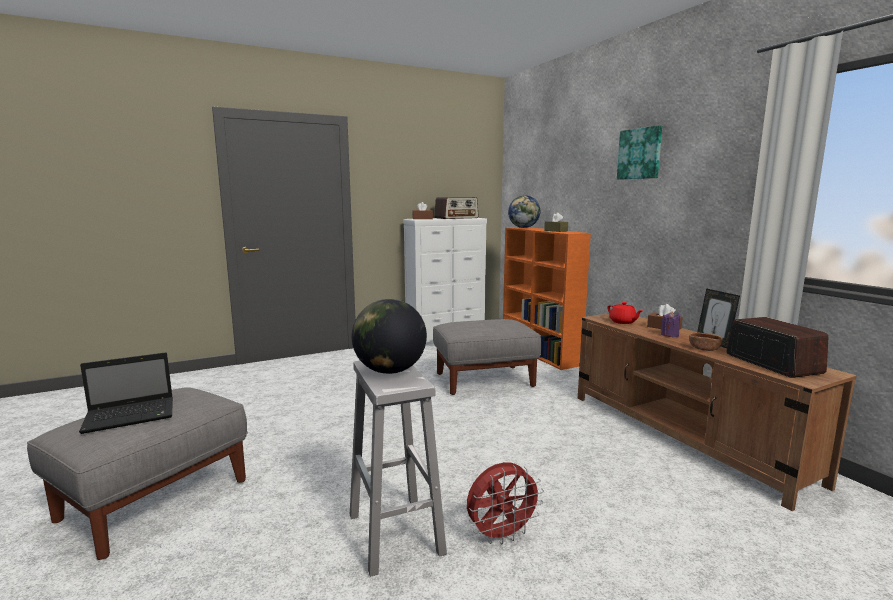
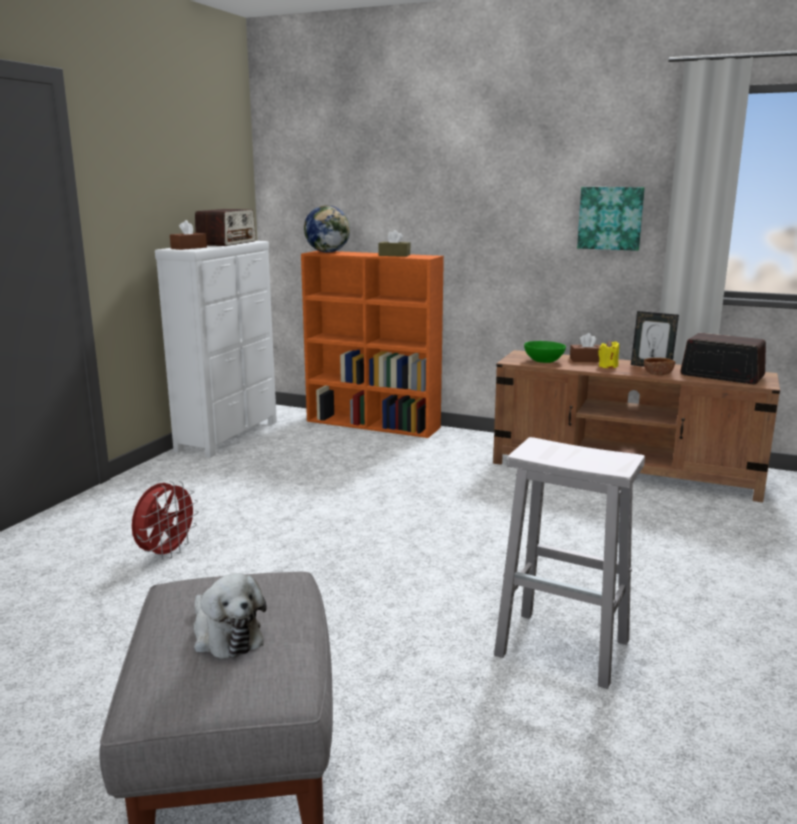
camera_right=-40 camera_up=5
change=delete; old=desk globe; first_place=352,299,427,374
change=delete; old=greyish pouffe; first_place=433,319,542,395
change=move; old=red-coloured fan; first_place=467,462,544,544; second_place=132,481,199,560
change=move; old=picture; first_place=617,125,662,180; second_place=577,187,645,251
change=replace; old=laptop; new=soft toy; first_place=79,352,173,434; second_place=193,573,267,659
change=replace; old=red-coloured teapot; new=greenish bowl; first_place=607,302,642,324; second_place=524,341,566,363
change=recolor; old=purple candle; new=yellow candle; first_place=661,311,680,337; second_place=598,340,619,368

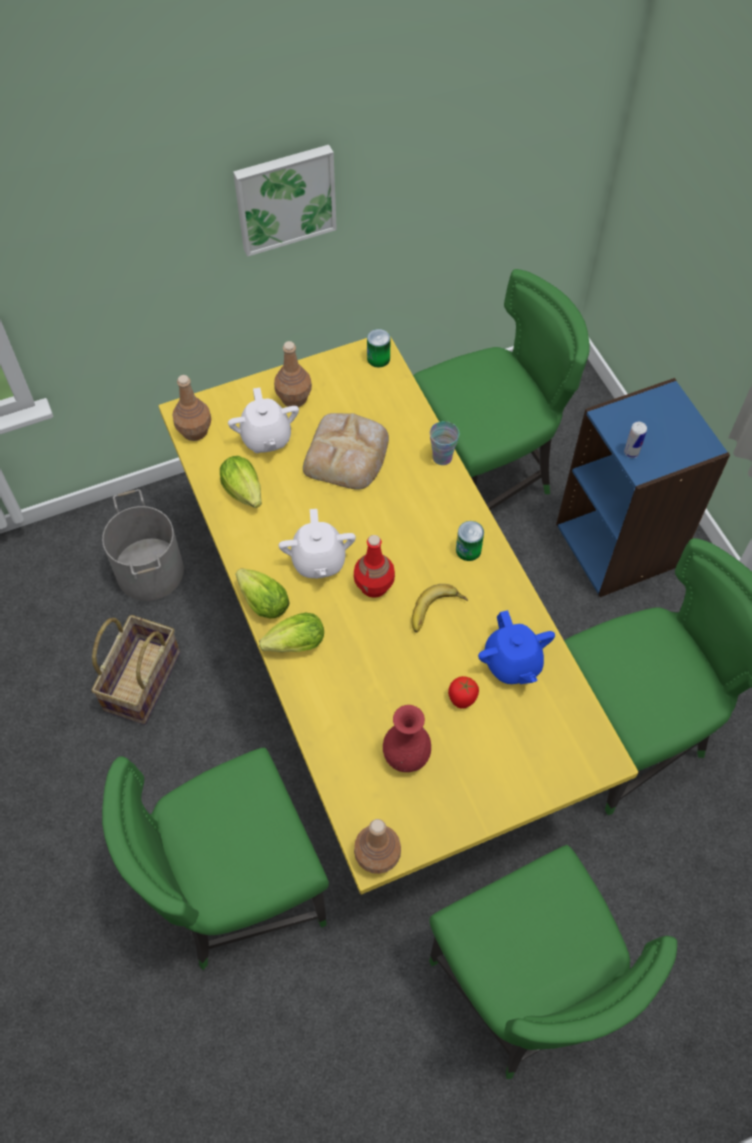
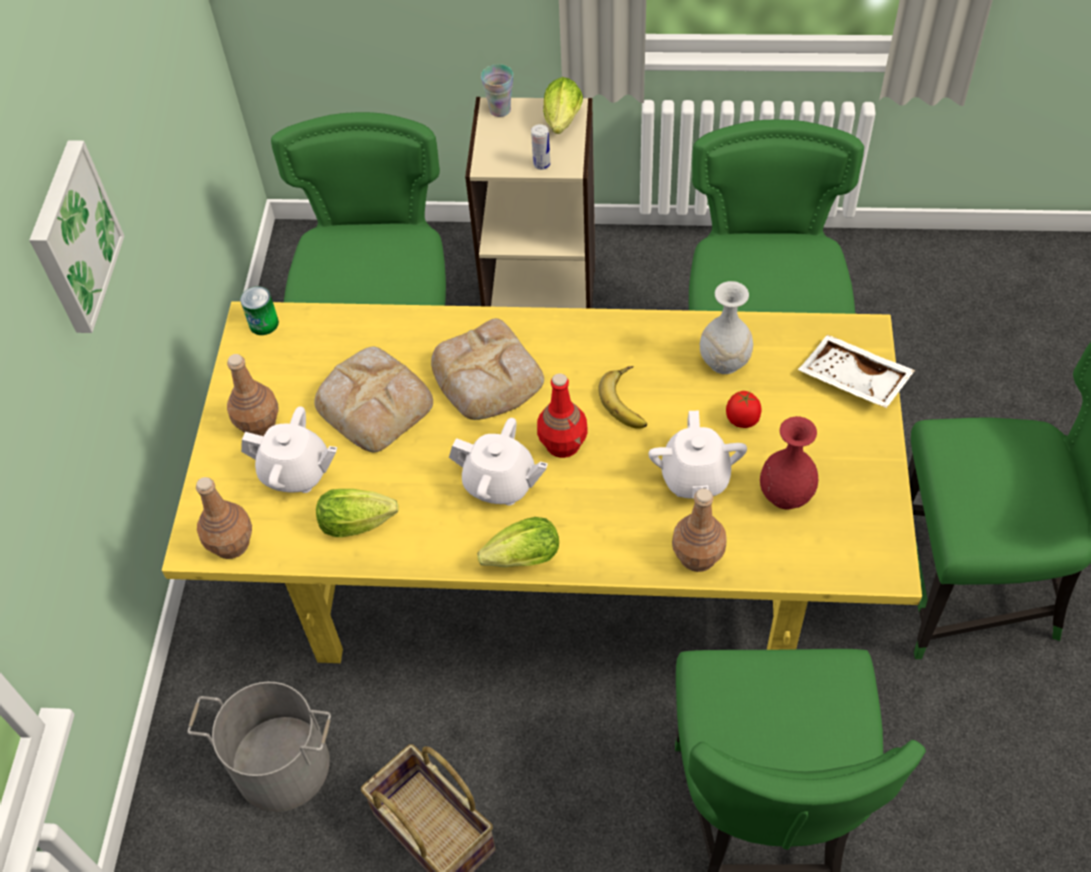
camera_right=-60 camera_up=-5
change=delete; old=can; first_place=456,521,484,561
change=insert; new=bread; second_place=431,318,544,420
change=insert; new=white teapot; second_place=648,411,747,499
change=insert; new=white tray; second_place=798,335,915,408
change=move; old=lettuce head; first_place=259,613,324,652; second_place=543,77,583,134
change=move; old=brown-coloured beverage bottle; first_place=354,819,401,874; second_place=672,489,727,572
change=move; old=drinking cup; first_place=430,421,459,465; second_place=481,64,513,117
change=replace; old=bluish teapot; new=white decorative vase; first_place=478,610,555,684; second_place=700,281,753,374
change=recolor; old=bluish bookshelf; new=beige bookshelf; first_place=556,378,730,597; second_place=465,97,595,309

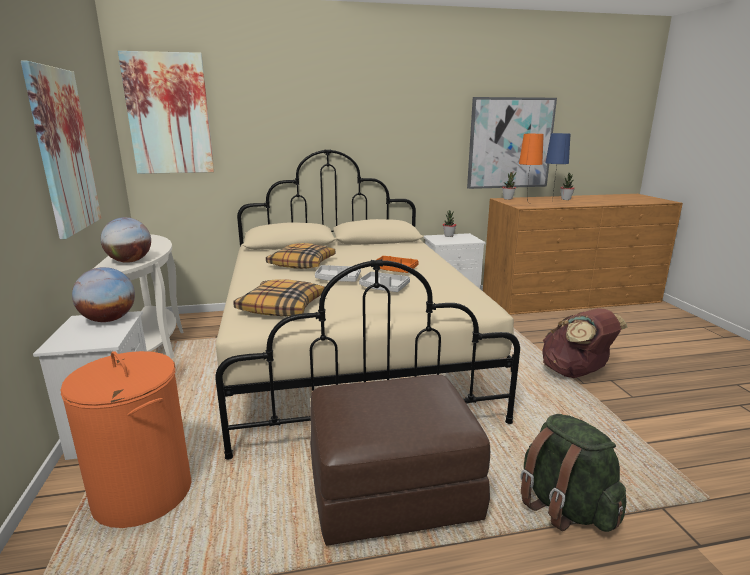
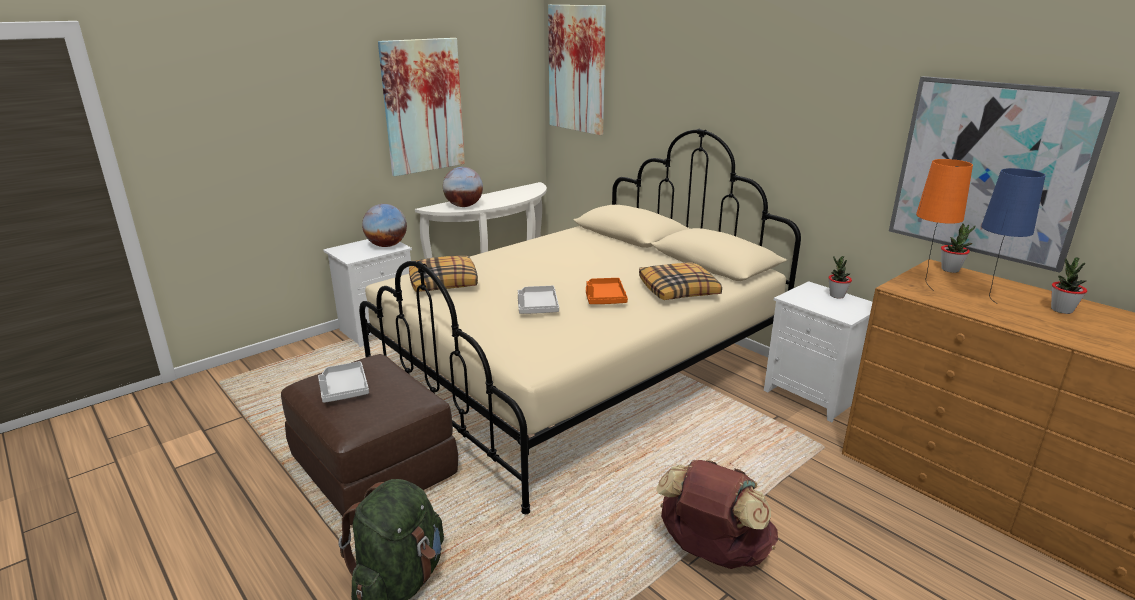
camera_right=60 camera_up=5
change=delete; old=orange laundry basket; first_place=60,351,192,528
change=move; old=cushion; first_place=266,243,335,269; second_place=639,262,722,300
change=move; old=greyish tray; first_place=315,265,361,282; second_place=318,361,369,403

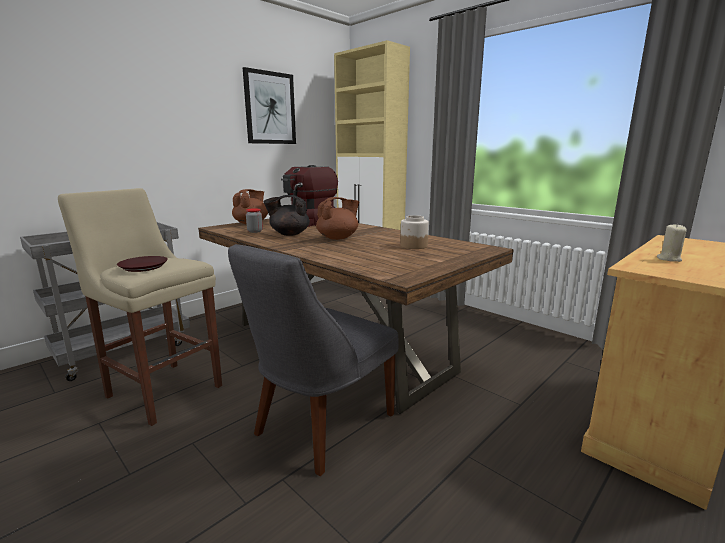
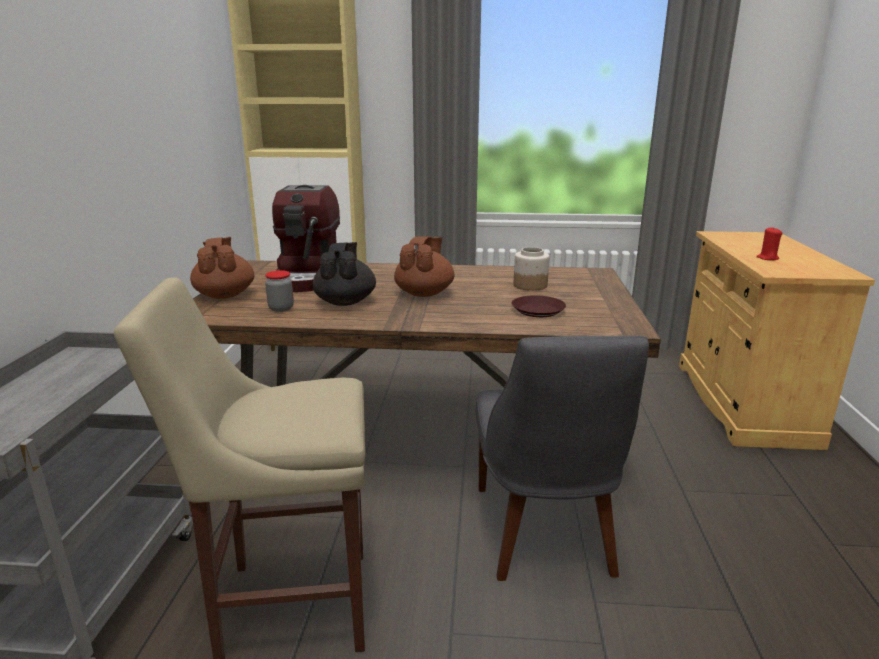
camera_right=-40 camera_up=5
change=delete; old=picture; first_place=243,67,296,144
change=move; old=brown-coloured dinner plate; first_place=117,256,168,272; second_place=512,295,566,317
change=recolor; old=beige candle; new=red-coloured candle; first_place=657,224,687,262; second_place=756,228,783,260
change=rotate; old=black-coloured teapot; first_place=264,195,310,236; second_place=313,242,376,306; degrees=135

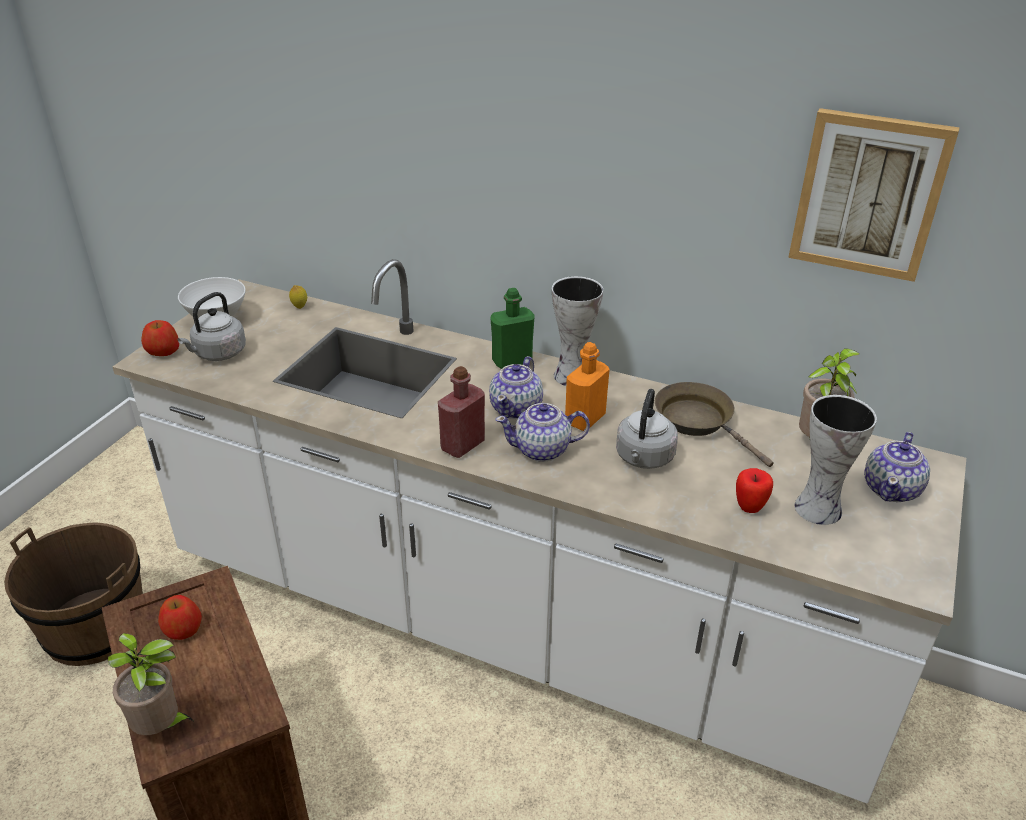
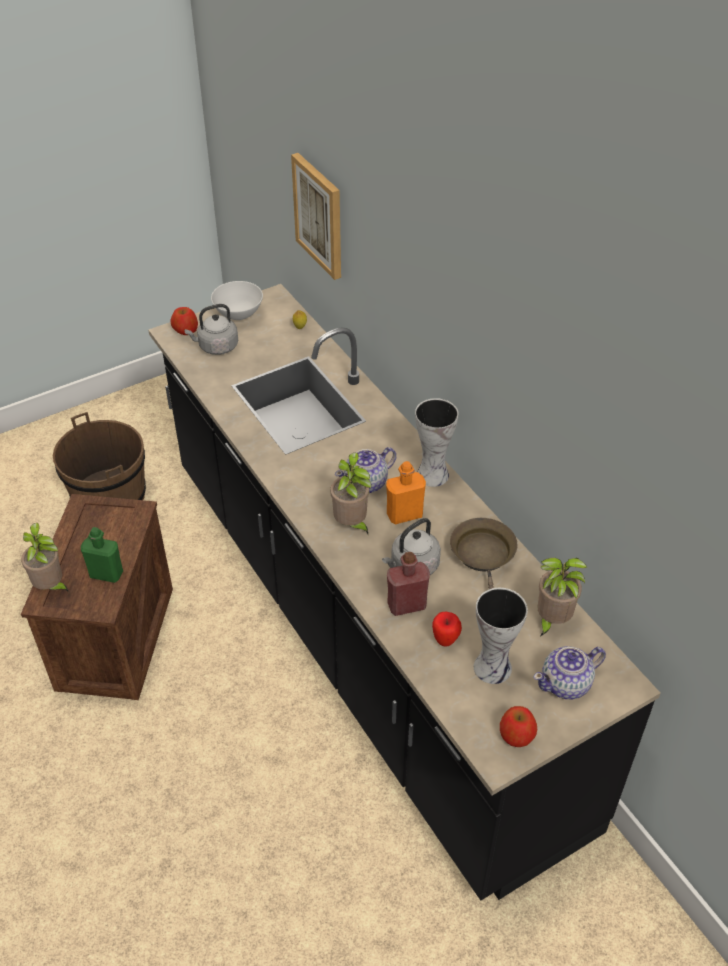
camera_right=35 camera_up=10
change=move; old=apple; first_place=158,595,202,640; second_place=500,706,537,747
change=move; old=red-coloured beverage bottle; first_place=438,366,485,458; second_place=387,552,430,616
change=move; old=greenish beverage bottle; first_place=490,288,534,369; second_place=81,527,123,583
change=move; old=picture; first_place=788,108,959,282; second_place=291,153,341,280
change=replace; old=teapot; new=houseplant; first_place=495,403,590,462; second_place=330,453,371,534
change=recolor; old=white kitchen counter; new=black-coloured kitchen counter; first_place=113,259,966,804; second_place=148,284,661,900

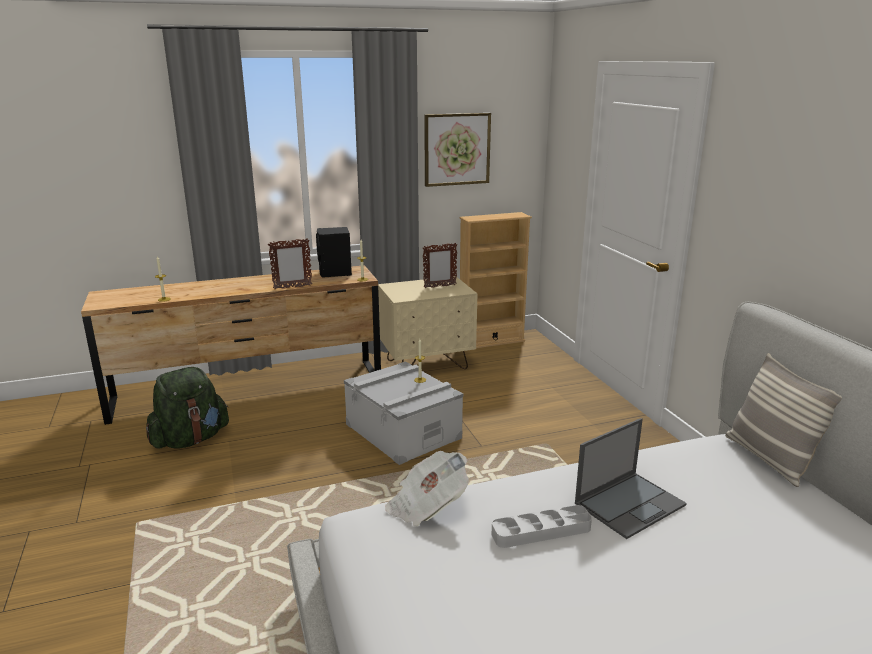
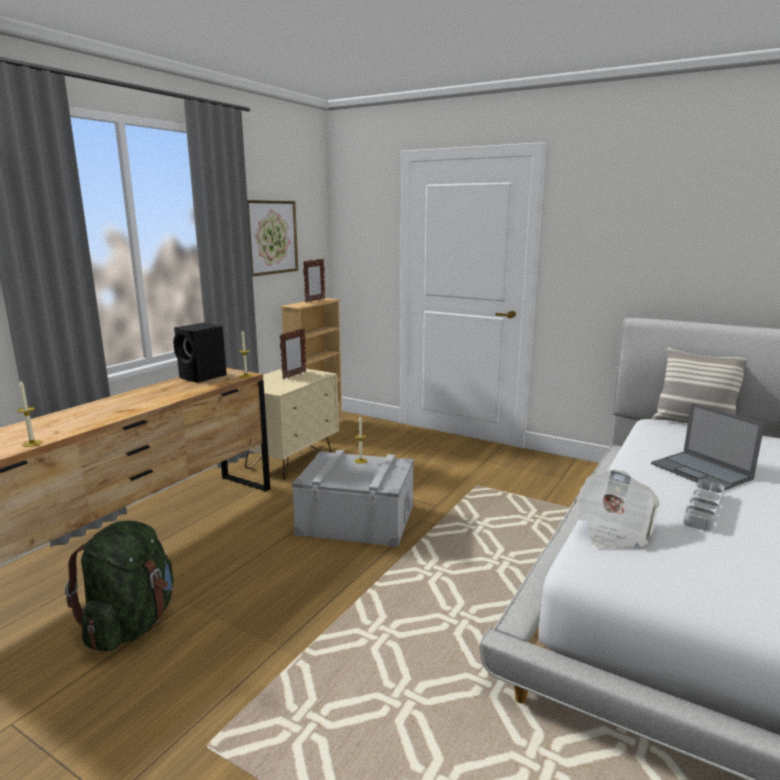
camera_right=-40 camera_up=-5
change=move; old=photo frame; first_place=268,238,312,289; second_place=303,258,325,303
change=rotate; old=laptop; first_place=575,418,687,539; second_place=651,403,764,490; degrees=135

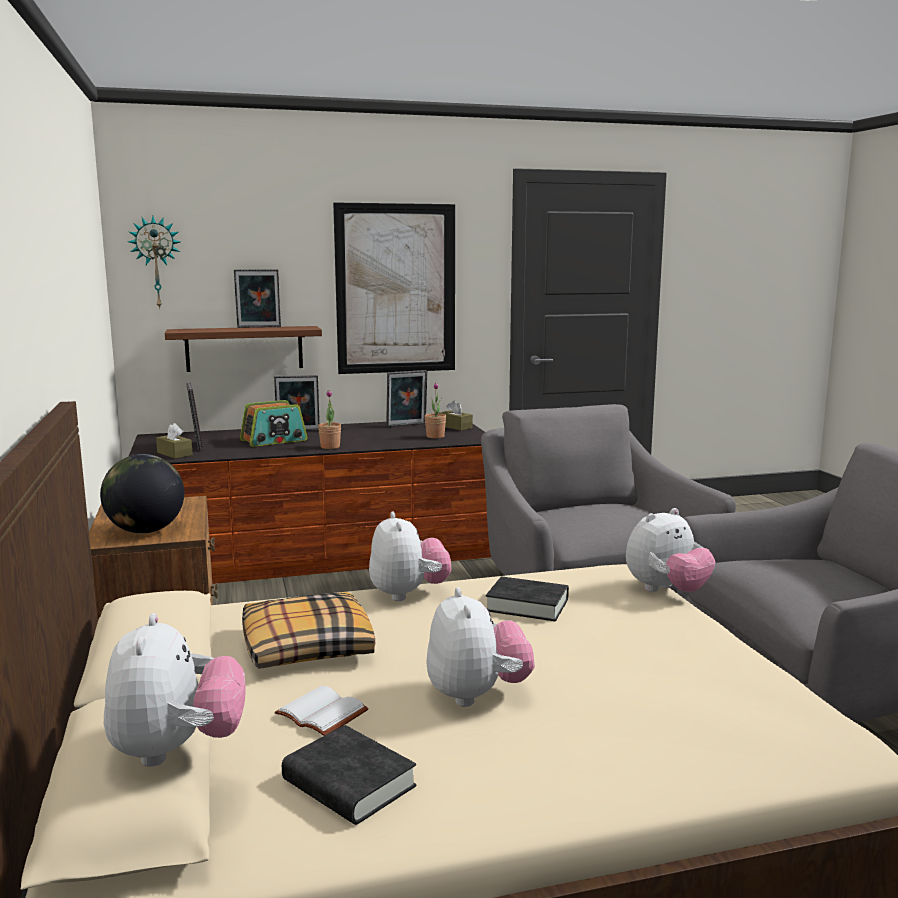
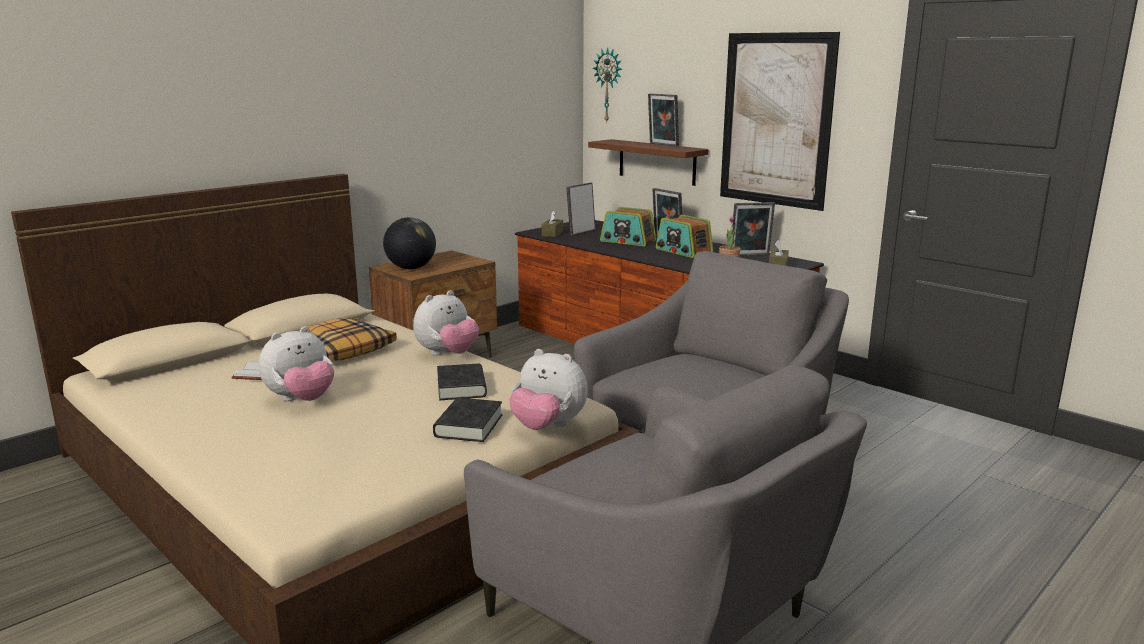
camera_right=60 camera_up=5
change=delete; old=soft toy; first_place=104,613,245,767
change=delete; old=houseplant; first_place=318,390,341,449
change=insert; new=radio receiver; second_place=656,215,713,258
change=move; old=black-coloured book; first_place=282,725,416,825; second_place=433,398,502,442
change=rotate; old=photo frame; first_place=386,370,427,427; second_place=732,202,775,256; degrees=-45

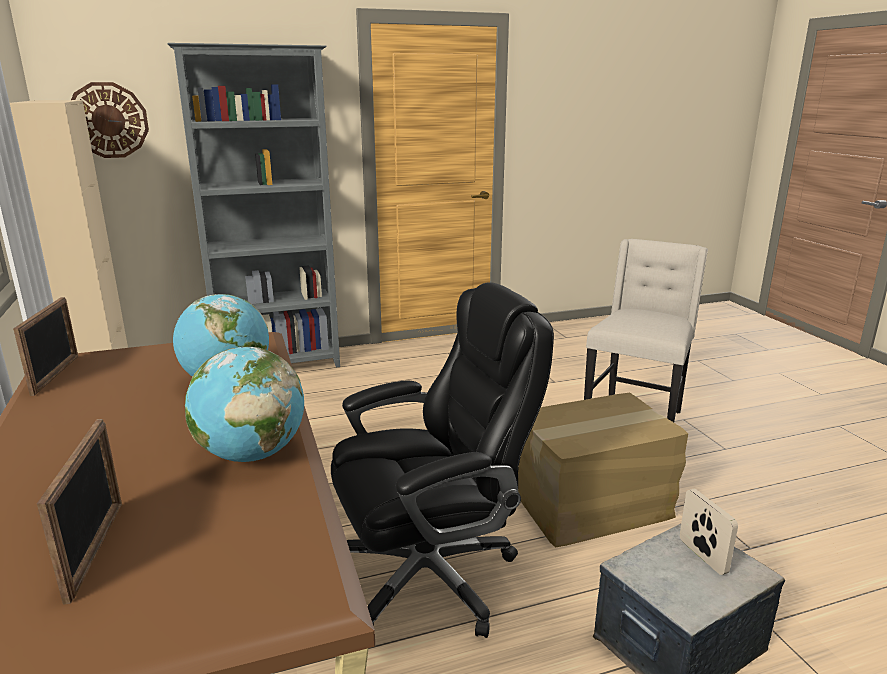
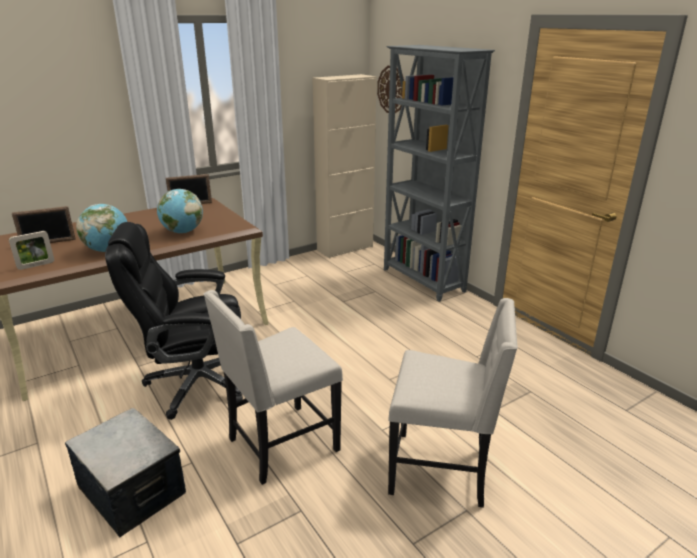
camera_right=75 camera_up=5
change=move; old=photo frame; first_place=680,489,738,575; second_place=9,231,54,270
change=replace; old=carton; new=beige plain chair; first_place=518,393,688,547; second_place=204,290,343,485
change=rotate; old=black-coloured desk chair; first_place=331,282,554,638; second_place=105,222,243,420; degrees=120

